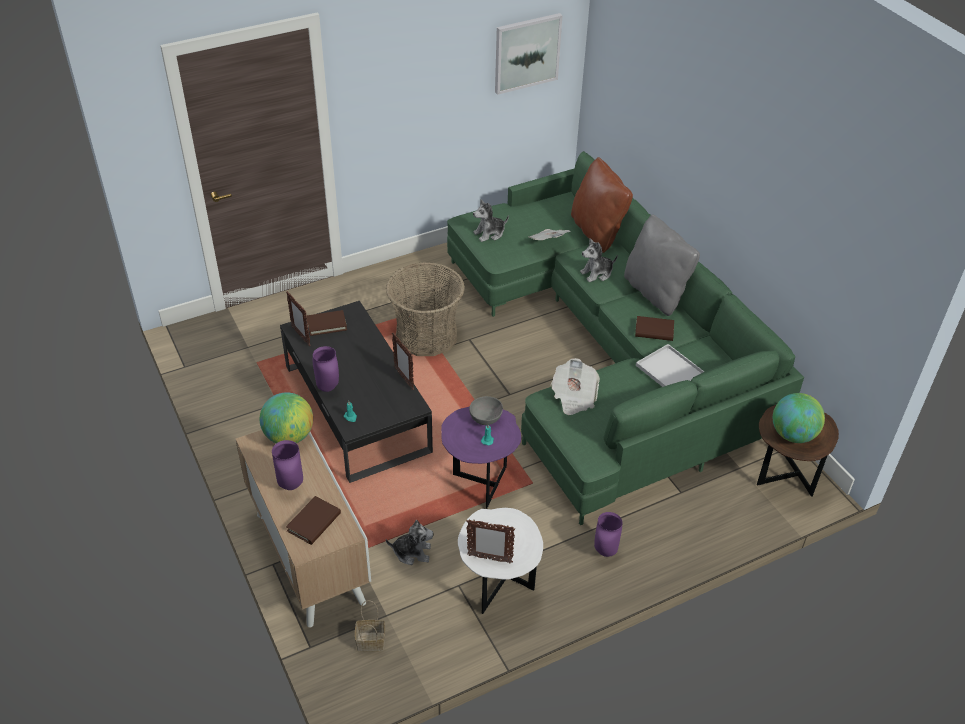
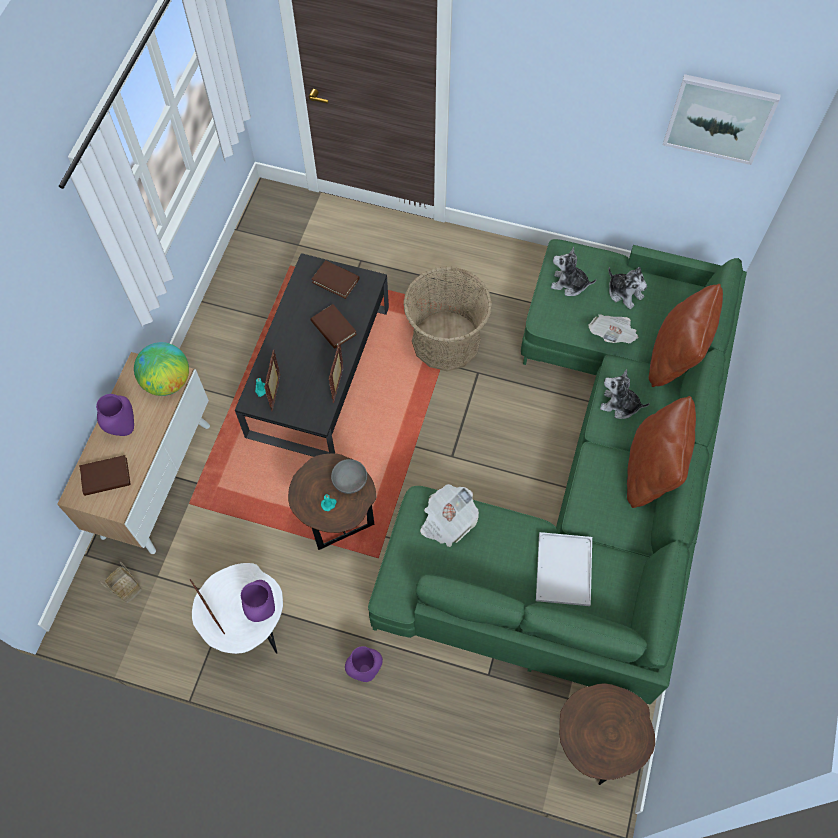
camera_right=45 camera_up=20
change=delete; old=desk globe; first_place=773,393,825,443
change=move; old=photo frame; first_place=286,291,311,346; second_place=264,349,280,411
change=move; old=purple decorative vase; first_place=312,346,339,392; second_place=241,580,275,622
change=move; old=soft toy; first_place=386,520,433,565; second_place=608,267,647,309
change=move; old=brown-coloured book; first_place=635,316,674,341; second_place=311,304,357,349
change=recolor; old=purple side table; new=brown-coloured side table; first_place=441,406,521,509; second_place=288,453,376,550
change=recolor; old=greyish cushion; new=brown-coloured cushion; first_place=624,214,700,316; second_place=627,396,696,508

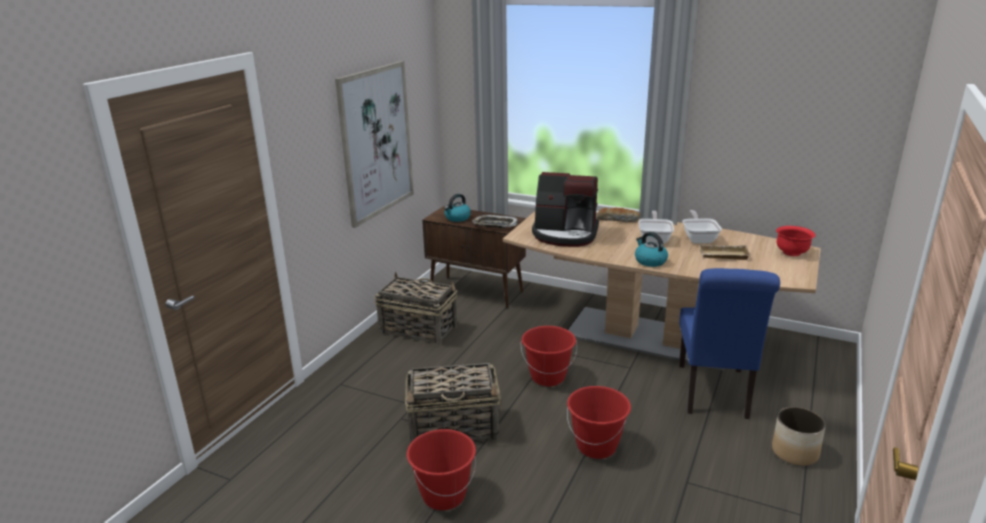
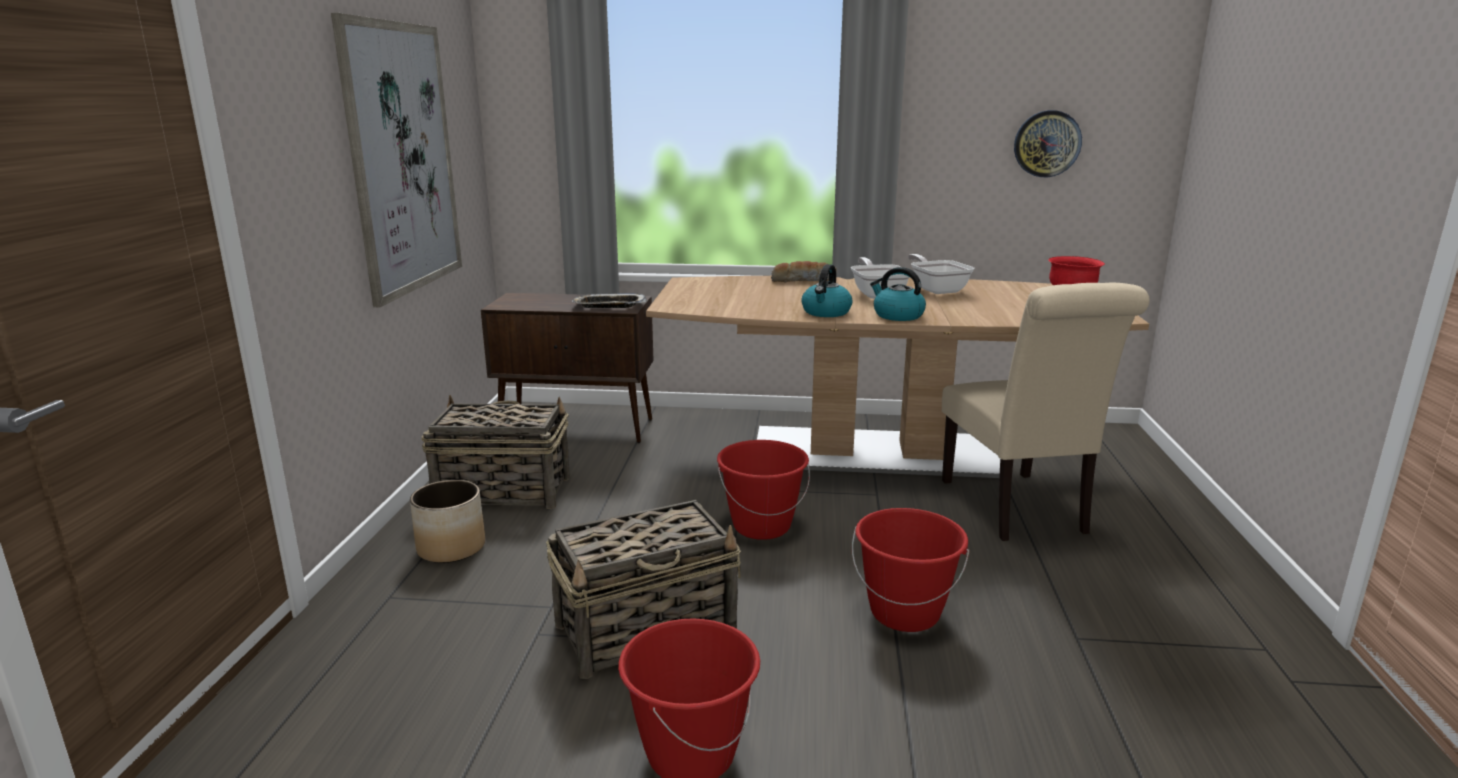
camera_right=-20 camera_up=-5
change=delete; old=coffee machine; first_place=532,172,599,247
change=delete; old=beige tray; first_place=699,244,751,260
change=insert; new=wall clock; second_place=1014,110,1082,177
change=move; old=tea kettle; first_place=444,194,471,222; second_place=802,264,853,317
change=move; old=plant pot; first_place=772,407,826,466; second_place=410,480,485,563
change=recolor; old=bluish plain chair; new=beige plain chair; first_place=679,268,780,419; second_place=942,283,1150,541

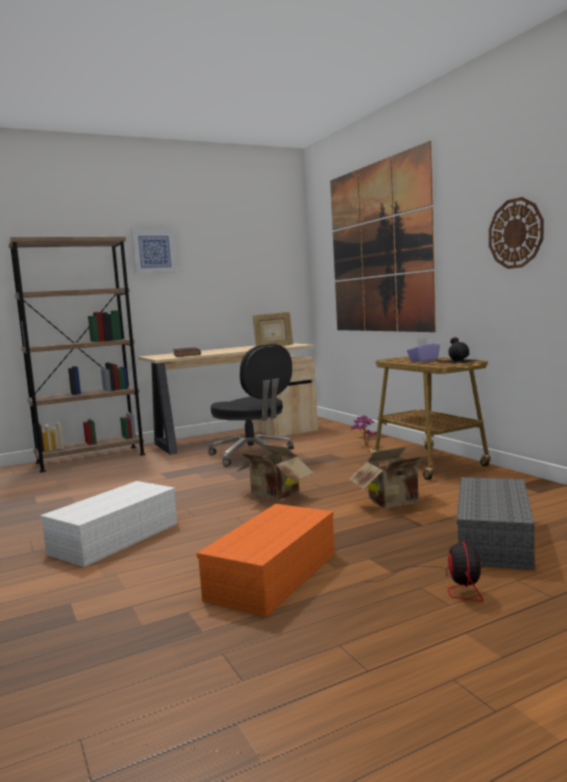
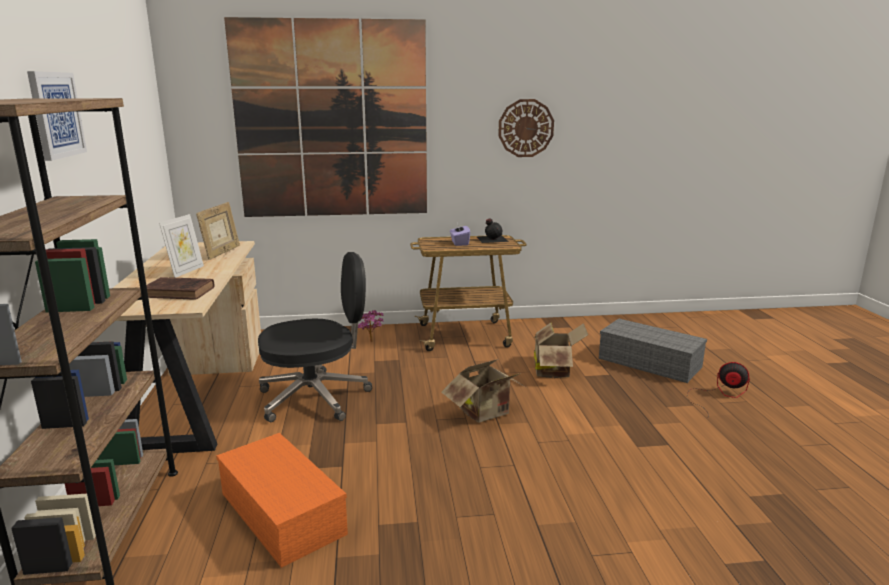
camera_right=-70 camera_up=10
change=delete; old=white storage bin; first_place=40,481,177,567
change=insert; new=photo frame; second_place=159,214,204,278
change=move; old=orange storage bin; first_place=197,504,335,617; second_place=216,433,348,568

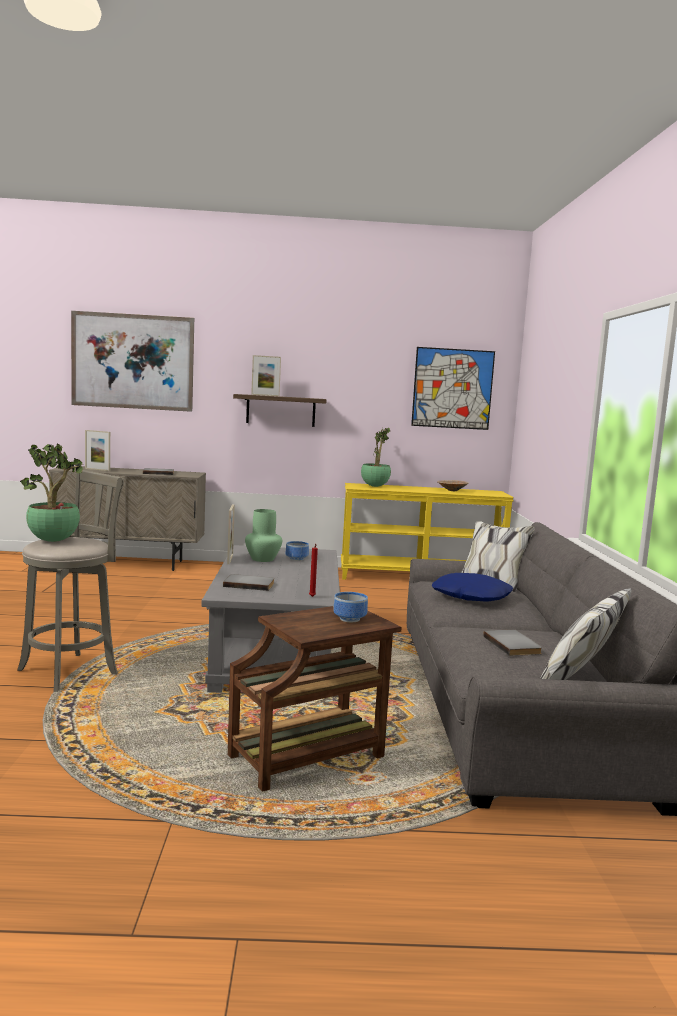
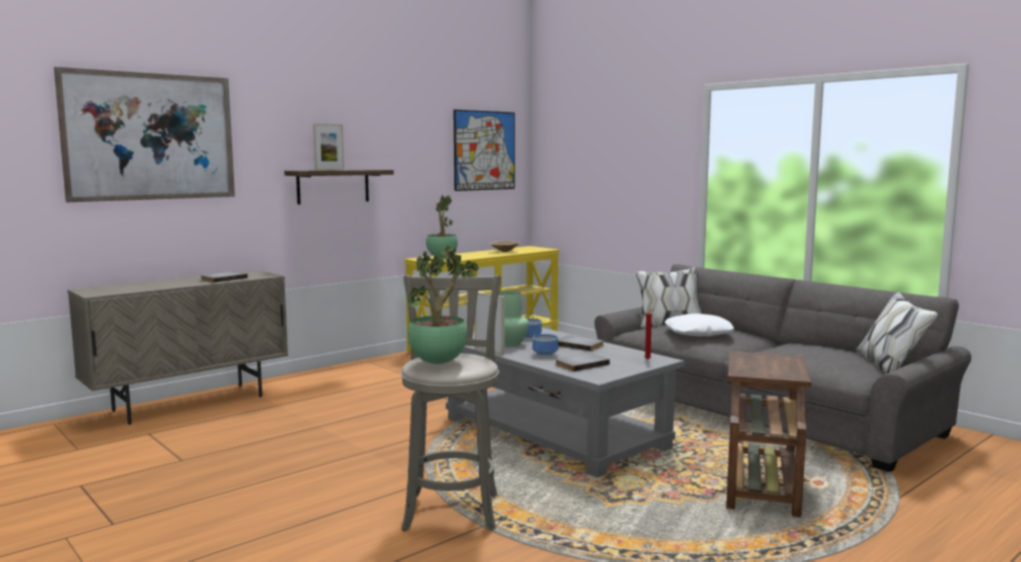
camera_right=-40 camera_up=0
change=delete; old=photo frame; first_place=85,430,110,471
change=move; old=bowl; first_place=333,592,368,622; second_place=532,334,558,357
change=move; old=greyish book; first_place=483,629,542,656; second_place=558,335,604,351
change=recolor; old=bluish cushion; new=white cushion; first_place=432,573,513,602; second_place=664,314,734,336

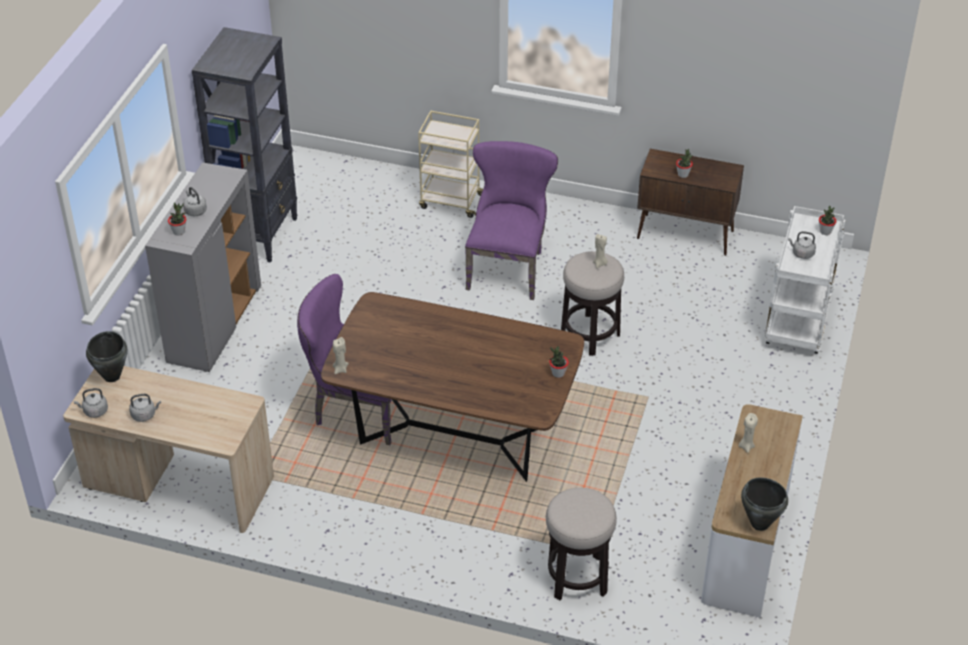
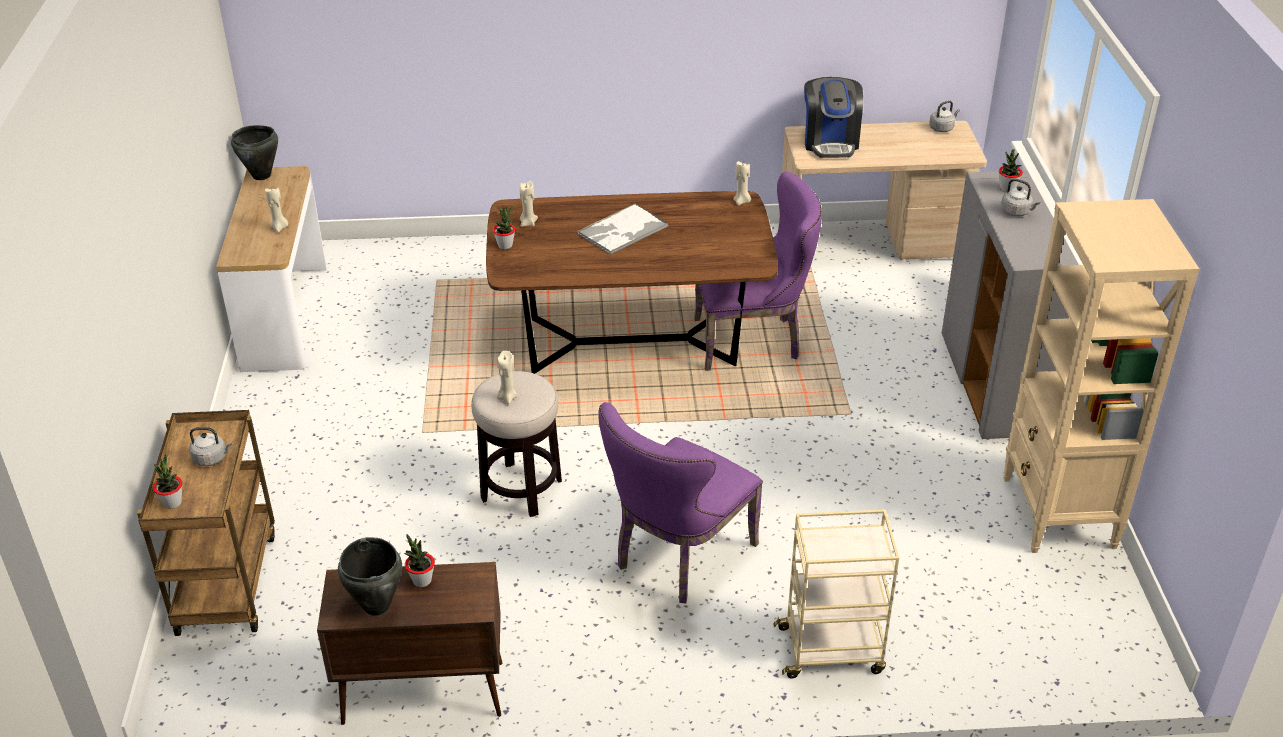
camera_right=160 camera_up=-5
change=delete; old=greyish tea kettle; first_place=129,394,161,422
change=delete; old=stool seat; first_place=546,488,617,600
change=insert; new=beige candle; second_place=520,181,538,227
change=insert; new=tray; second_place=577,203,668,254
change=insert; new=coffee machine; second_place=804,77,863,158
change=move; old=black-coloured cooking pot; first_place=86,331,127,382; second_place=338,537,402,616
change=recolor; old=black-coloured bookshelf; new=beige bookshelf; first_place=192,27,297,263; second_place=1003,199,1199,553
change=recolor; old=white cart; new=brown-coloured cart; first_place=765,206,846,354; second_place=137,410,275,636
change=rotate; old=purple plain chair; first_place=465,141,558,300; second_place=599,402,763,603; degrees=45

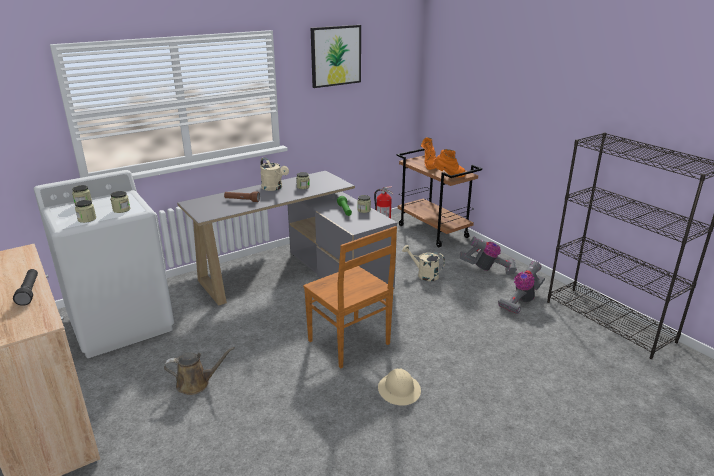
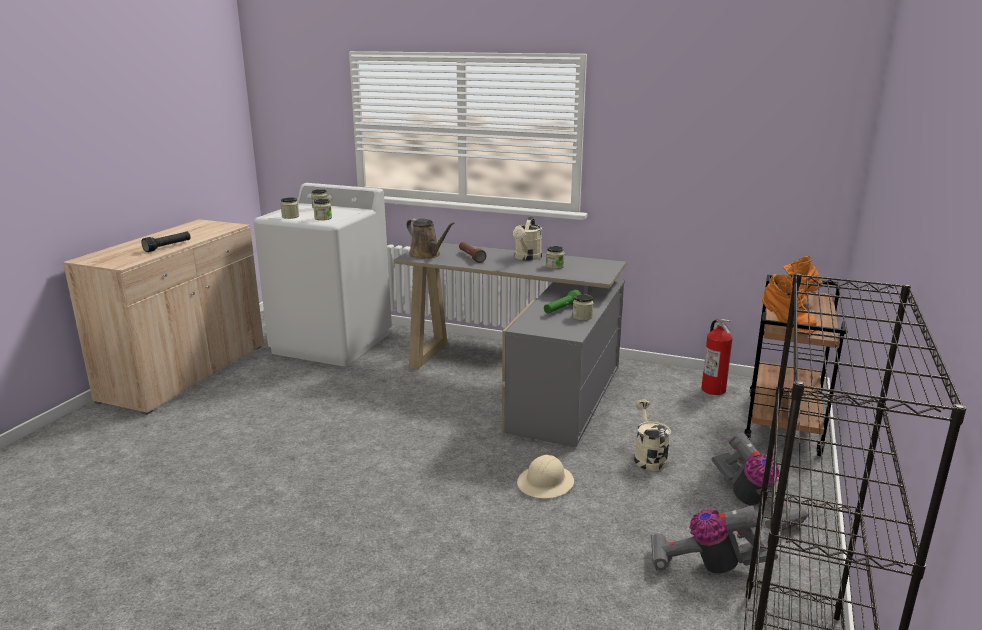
camera_right=55 camera_up=-5
change=delete; old=brown-coloured plain chair; first_place=303,226,397,368
change=delete; old=picture; first_place=311,25,361,88
change=move; old=brown-coloured watering pot; first_place=164,347,235,395; second_place=406,218,455,259
change=move; old=beige safety helmet; first_place=378,369,421,406; second_place=517,455,574,498

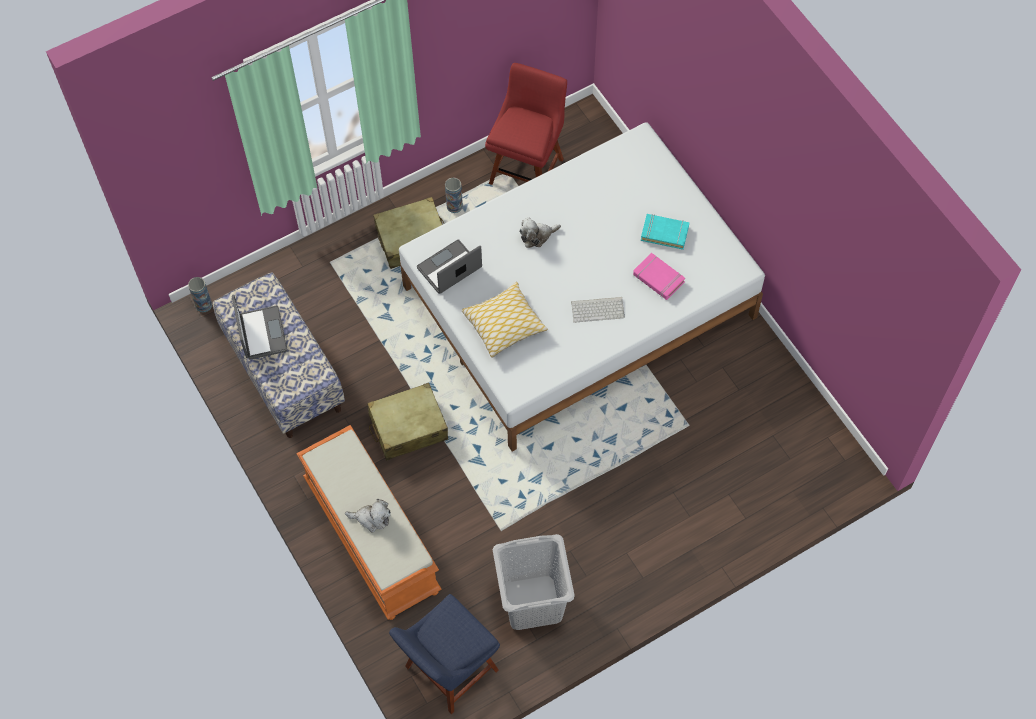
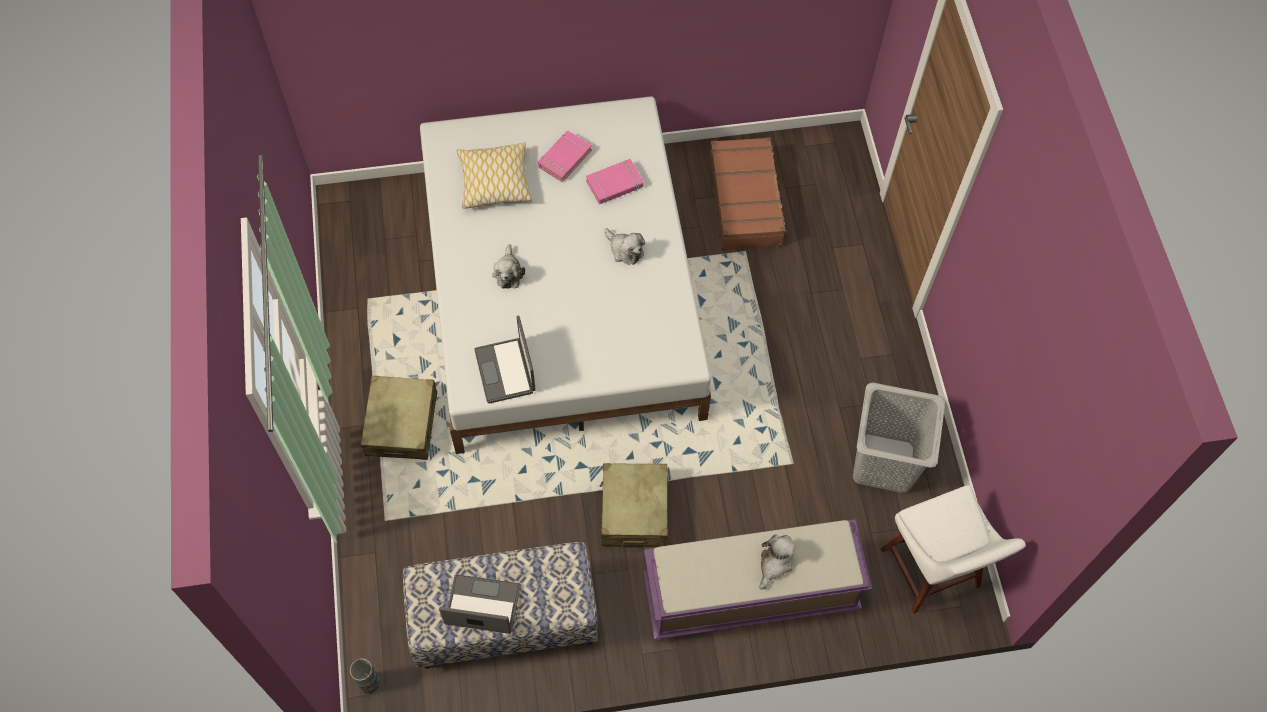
camera_right=-70 camera_up=0
change=delete; old=decorative vase; first_place=445,177,463,213
change=delete; old=red-coloured plain chair; first_place=485,63,567,185
change=insert; new=brown-coloured travel case; second_place=709,137,786,250
change=move; old=cushion; first_place=462,282,548,358; second_place=457,142,532,209
change=replace; old=computer keyboard; new=soft toy; first_place=571,297,625,323; second_place=605,228,645,265
change=recolor; old=orange bench; new=purple bench; first_place=296,425,442,620; second_place=643,519,872,641
change=recolor; old=bluish plain chair; new=white plain chair; first_place=389,594,500,714; second_place=881,485,1026,614
change=recolor; old=turquoise-coloured book; new=pink-coloured book; first_place=641,214,689,250; second_place=538,131,592,183

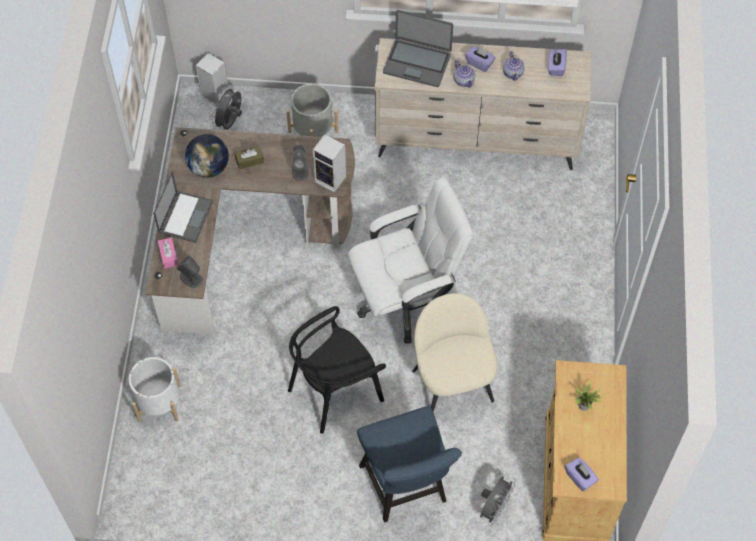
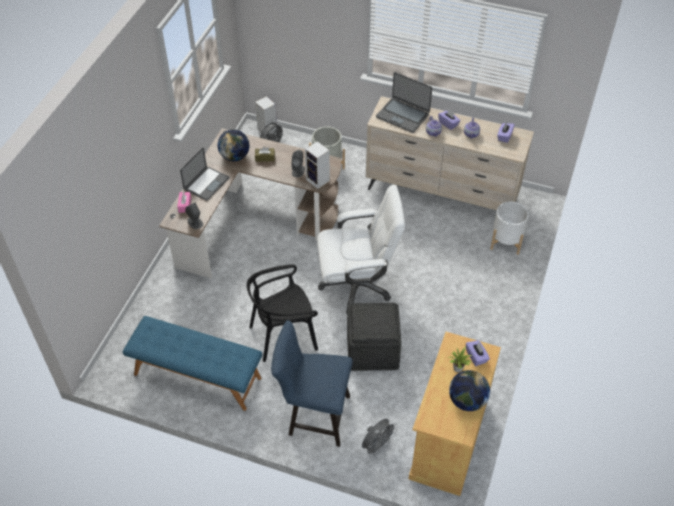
camera_right=15 camera_up=-10
change=insert; new=bluish bench; second_place=122,316,262,411
change=insert; new=desk globe; second_place=449,370,490,411
change=move; old=white plant pot; first_place=129,357,181,422; second_place=490,201,529,255
change=move; old=purple tissue box; first_place=565,457,599,492; second_place=466,340,490,366
change=replace; old=beige plain chair; new=greyish pouffe; first_place=412,293,498,412; second_place=347,303,402,371
change=rotate; old=bluish plain chair; first_place=357,406,462,522; second_place=271,320,353,447; degrees=105

